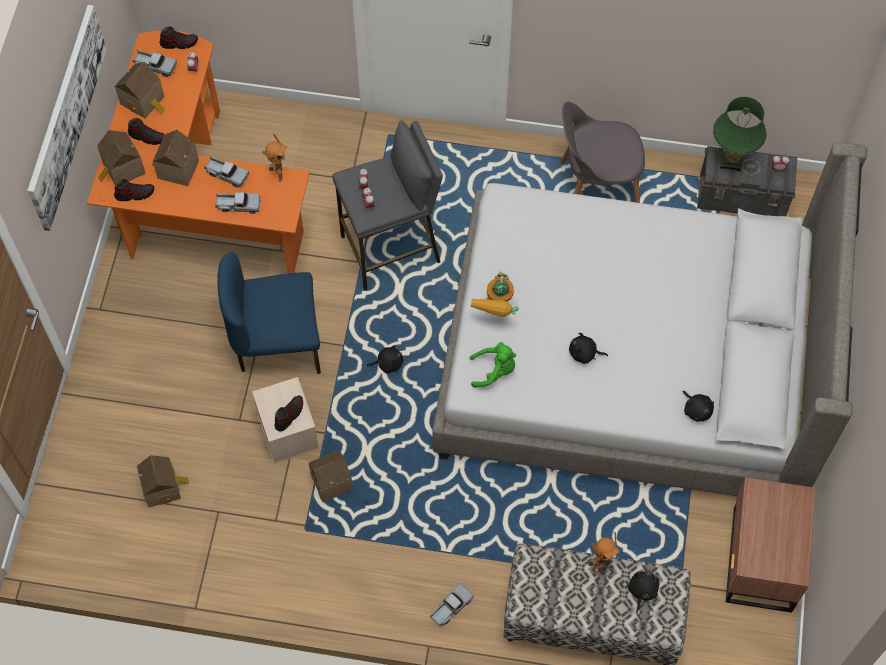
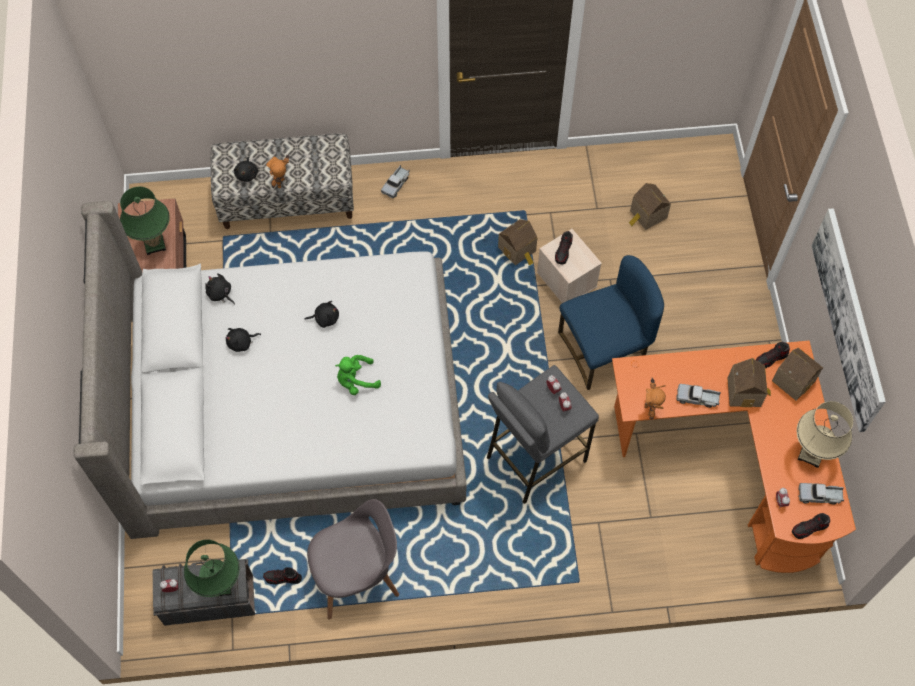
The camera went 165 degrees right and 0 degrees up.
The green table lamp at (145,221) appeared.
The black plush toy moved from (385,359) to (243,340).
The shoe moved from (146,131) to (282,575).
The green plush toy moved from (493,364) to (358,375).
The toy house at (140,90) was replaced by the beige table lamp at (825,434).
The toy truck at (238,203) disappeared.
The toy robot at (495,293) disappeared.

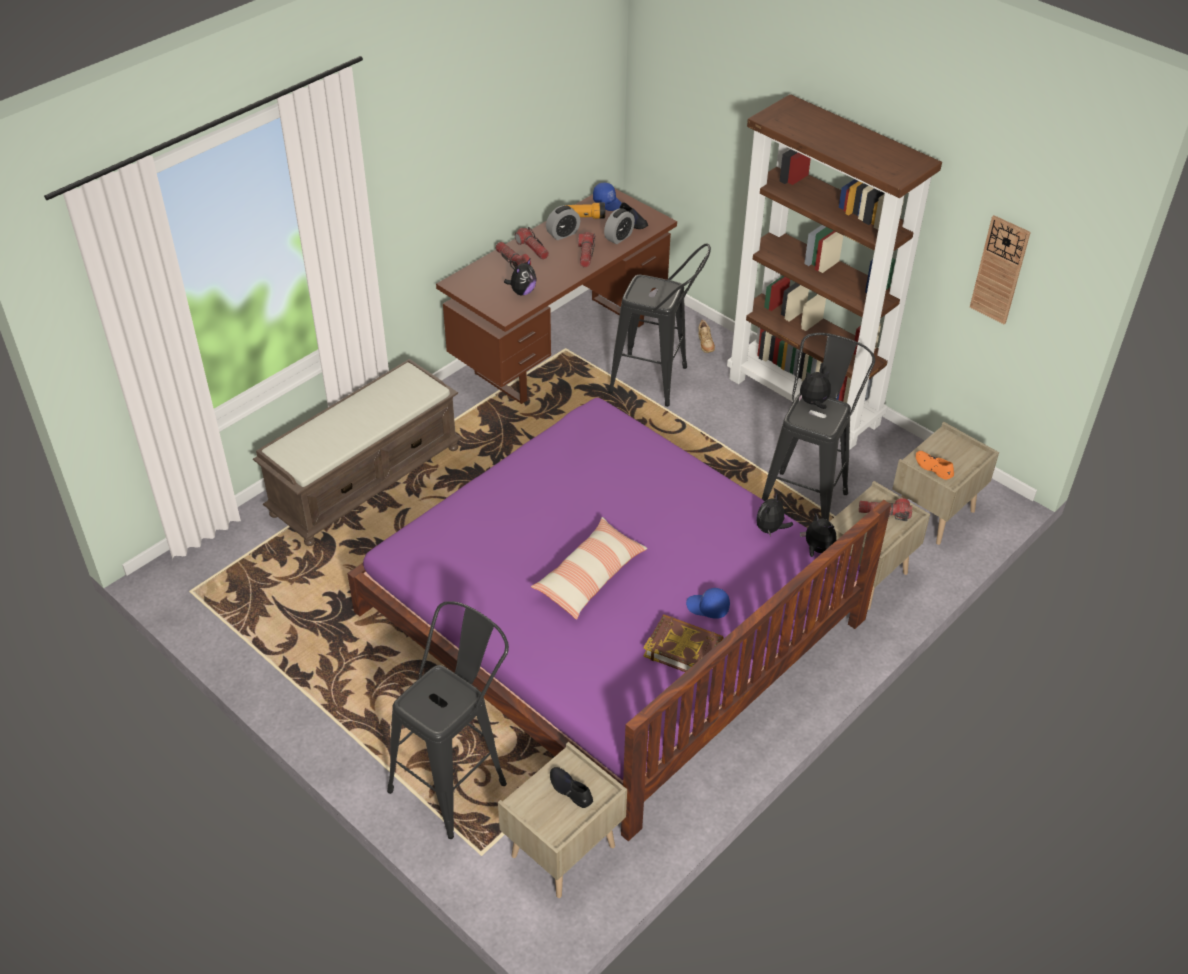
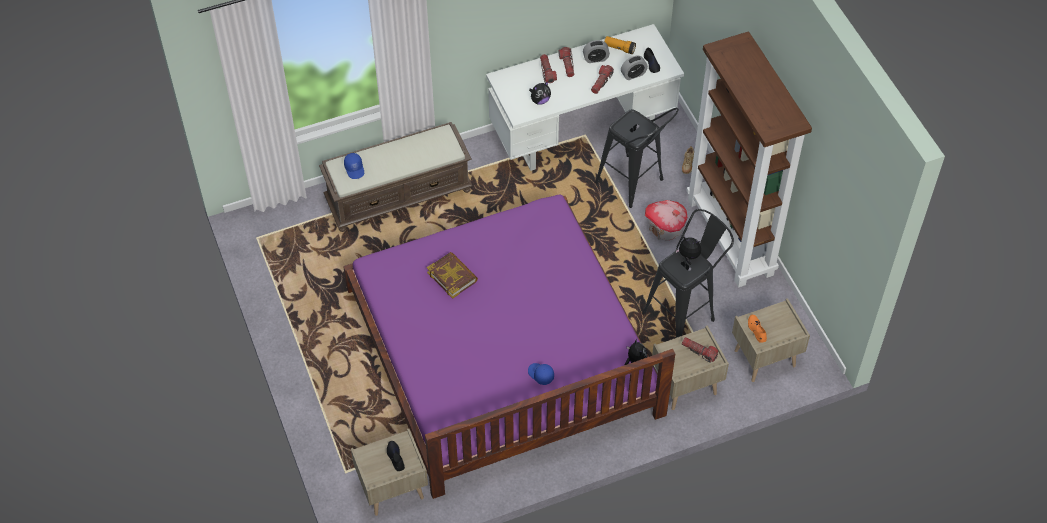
The camera went 25 degrees right and 10 degrees up.
The blue cap moved from (607,197) to (354,166).
The book moved from (683,643) to (452,275).
The brown desk at (556,296) became the white desk at (585,97).
The toy house at (666,220) appeared.
The black stool at (448,720) disappeared.
The pillow at (589,568) disappeared.
The plush toy at (774,514) disappeared.
The wall clock at (1000,269) disappeared.

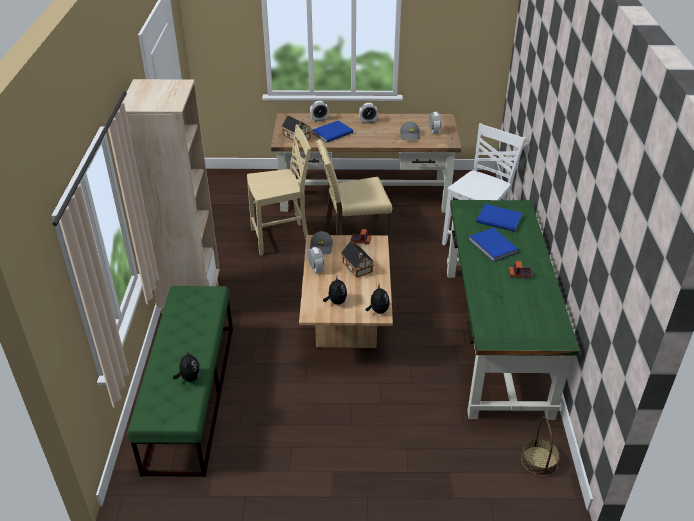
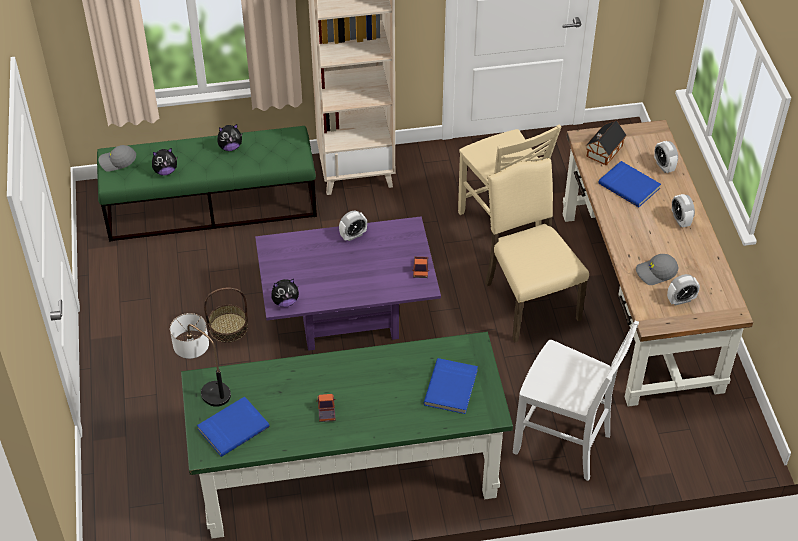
The camera went 80 degrees right and 10 degrees up.
The grey cap moved from (321,242) to (117,158).
The table lamp at (200,360) appeared.
The blue book moved from (494,245) to (233,426).
The basket moved from (540,446) to (226,315).
The plush toy moved from (335,291) to (229,137).
The beige coffee table at (346,291) became the purple coffee table at (348,283).
The toy house at (358,260) disappeared.

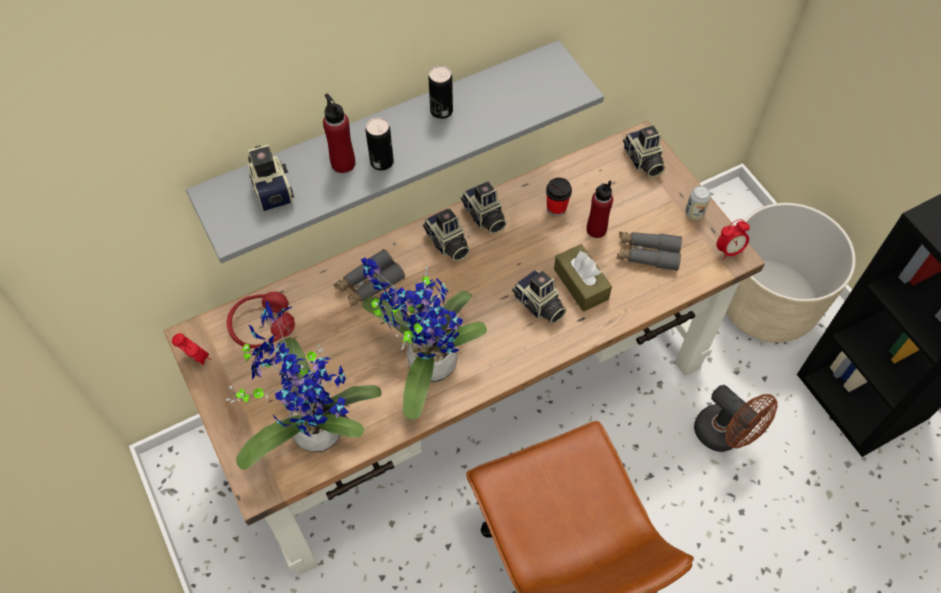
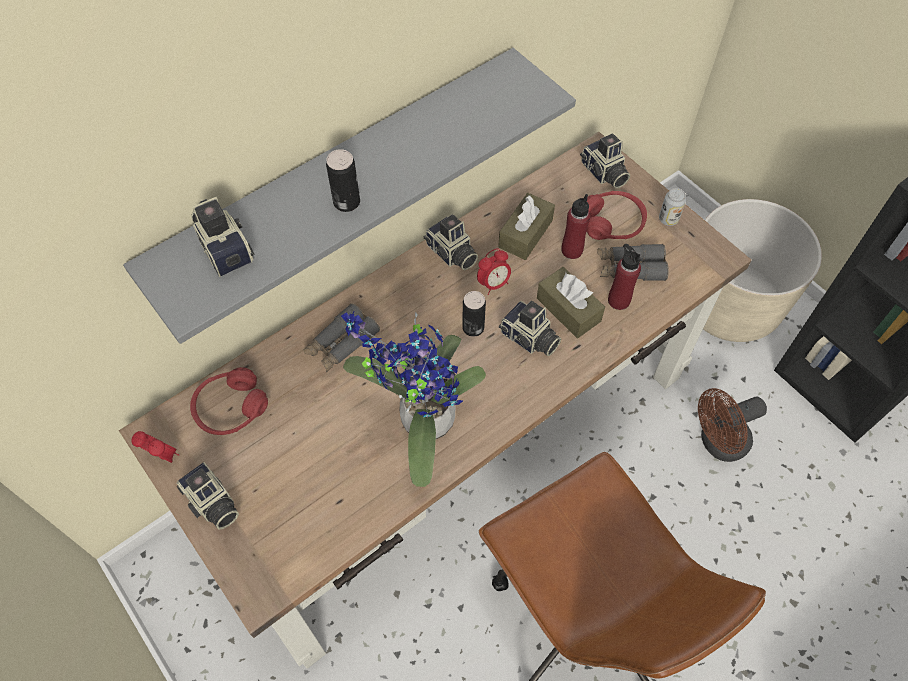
The camera went 10 degrees left and 0 degrees up.
The photo camera moved from (446,234) to (207,495).
The can moved from (440,92) to (474,314).
The alarm clock moved from (733,239) to (494,271).
The cup at (559,196) was replaced by the brown tissue box at (526,226).
The red headphones at (616,215) appeared.
The red bottle moved from (339,133) to (624,277).
The brown fan at (736,418) turned 120 degrees clockwise.
The potted plant at (304,385) disappeared.

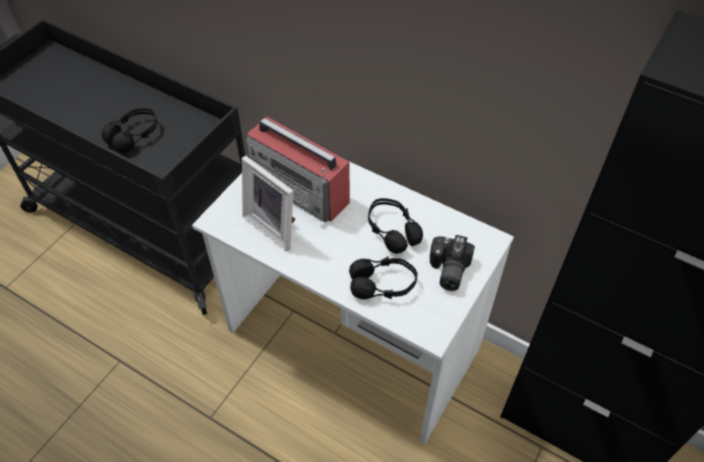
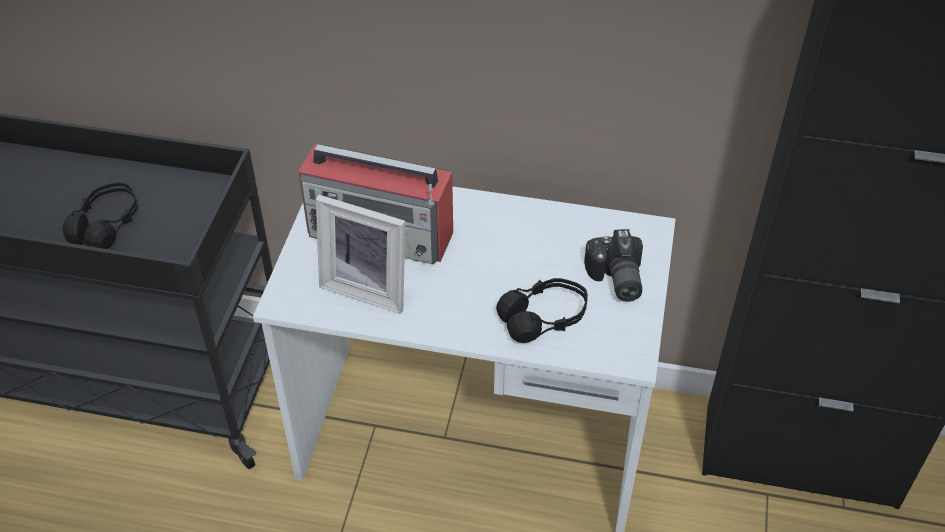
The camera went 20 degrees left and 5 degrees down.
The black headphones at (395,226) disappeared.

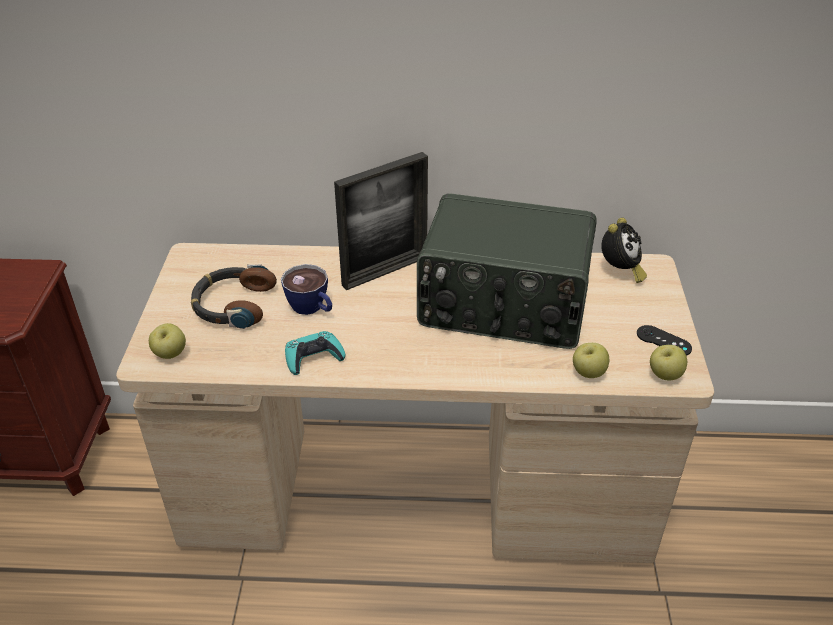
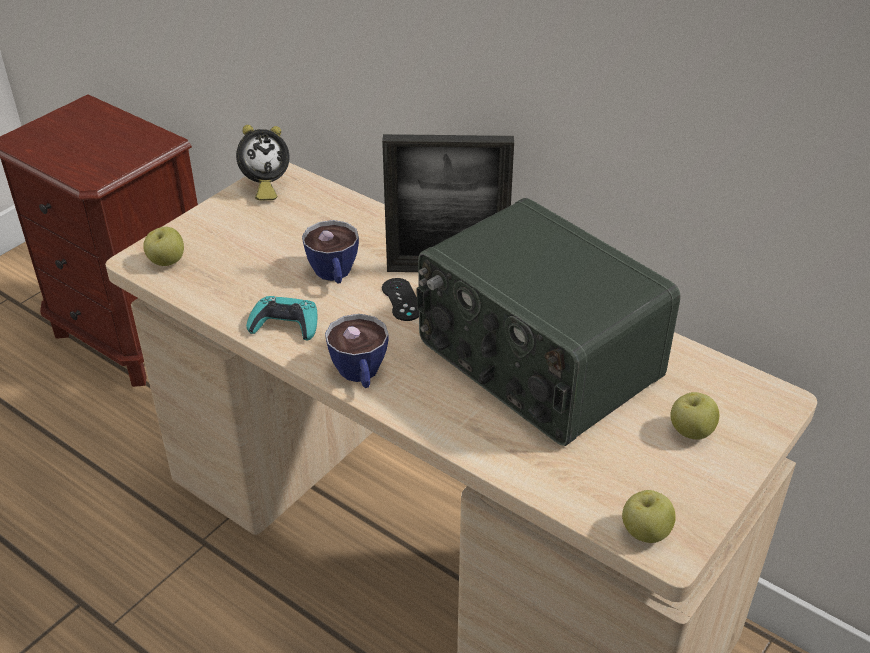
The camera went 35 degrees right and 0 degrees up.
The alarm clock moved from (624,250) to (262,162).
The cup at (357,351) appeared.
The black game controller moved from (664,340) to (400,299).
The apple moved from (591,360) to (694,416).
The headphones at (234,296) disappeared.

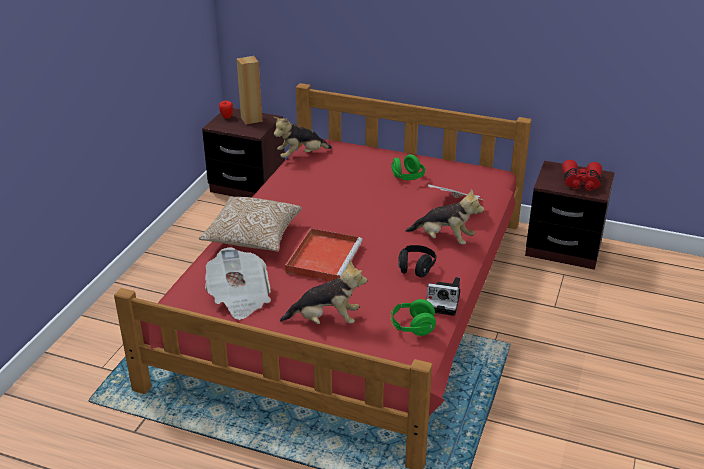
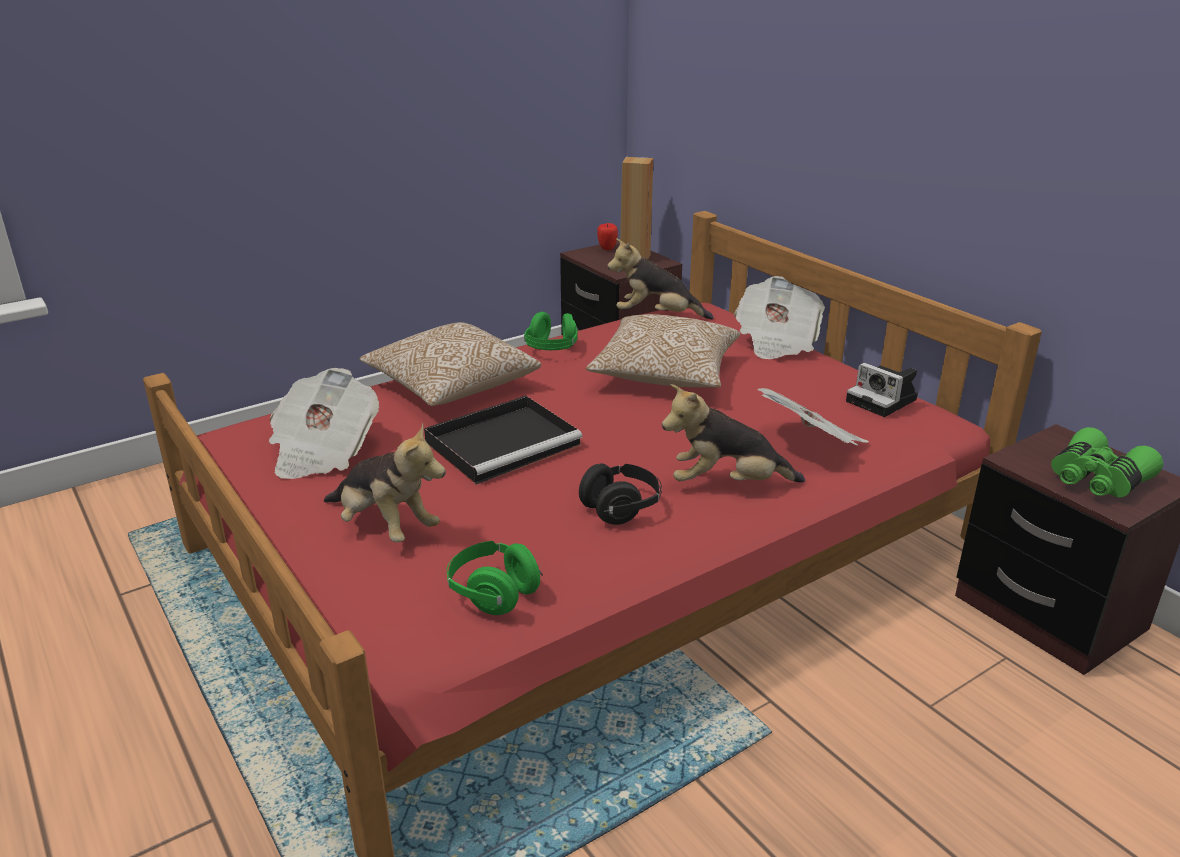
The camera went 35 degrees right and 5 degrees down.
The red tray at (324,255) became the black tray at (503,440).
The green headphones moved from (408,167) to (551,331).
The pillow at (663,350) appeared.
The plush toy at (444,216) turned 120 degrees clockwise.
The newspaper at (779,317) appeared.
The photo camera moved from (443,296) to (882,390).
The red binoculars at (582,175) became the green binoculars at (1107,462).

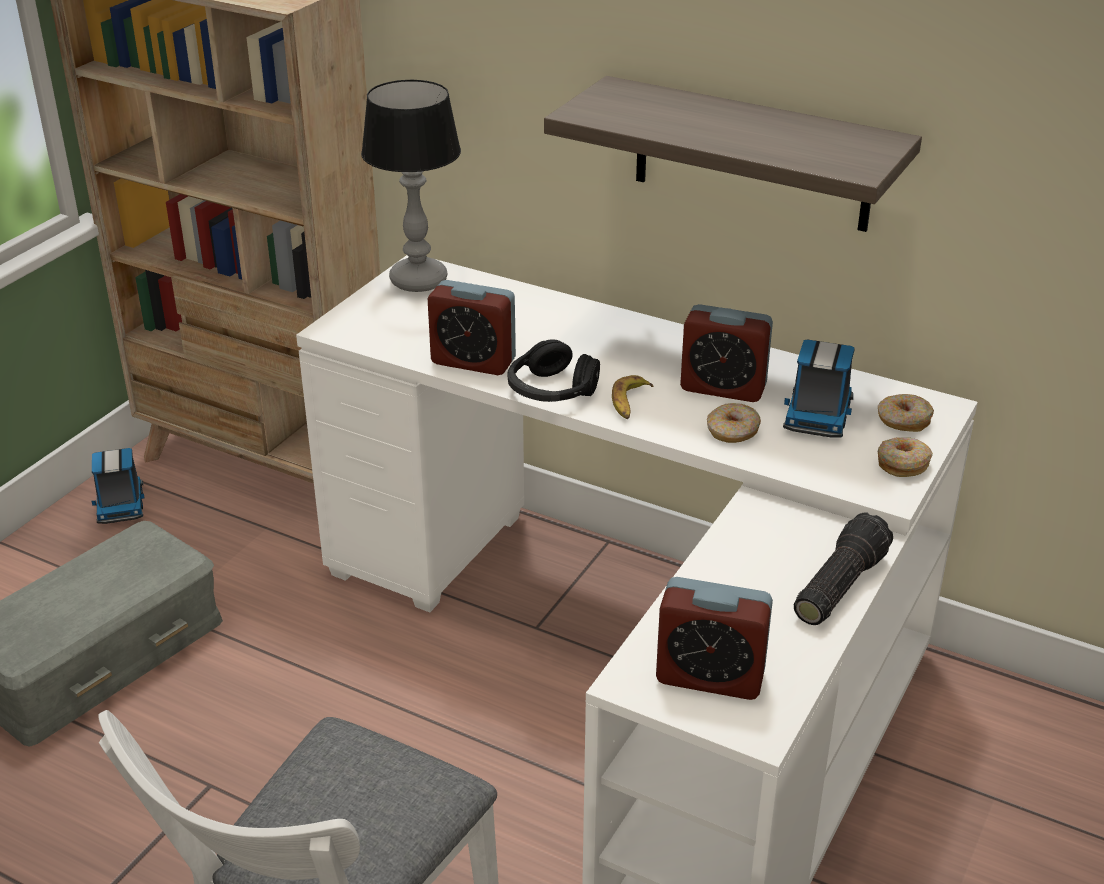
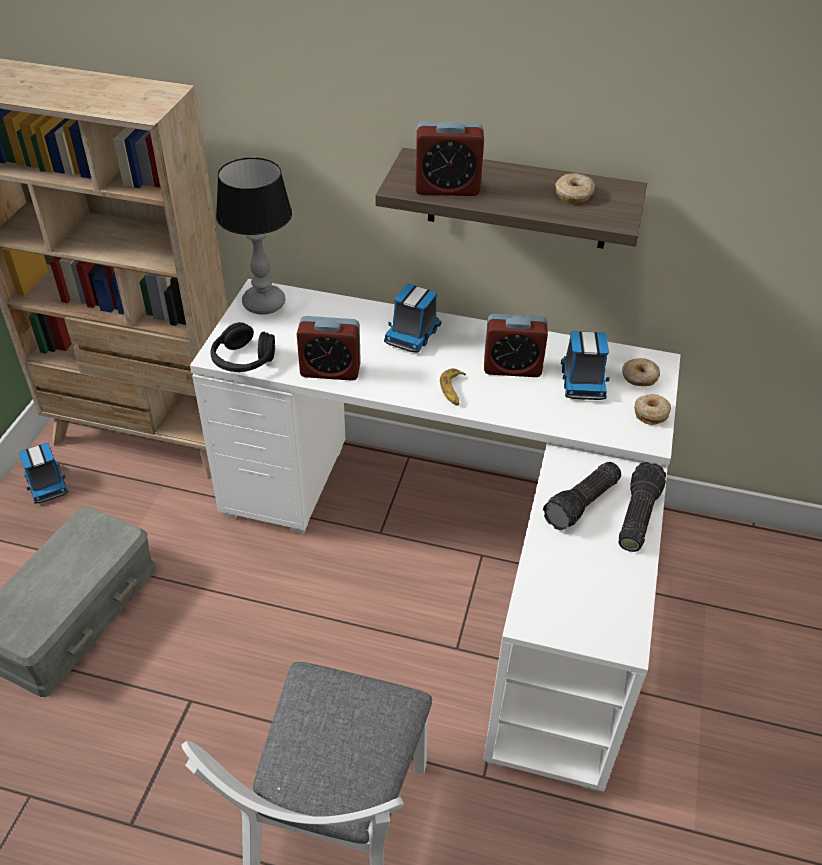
The camera went 15 degrees left and 10 degrees up.
The black headphones moved from (554,370) to (242,347).
The toy truck at (413,318) appeared.
The alarm clock moved from (714,638) to (449,158).
The flashlight at (582,496) appeared.
The donut moved from (734,423) to (575,188).

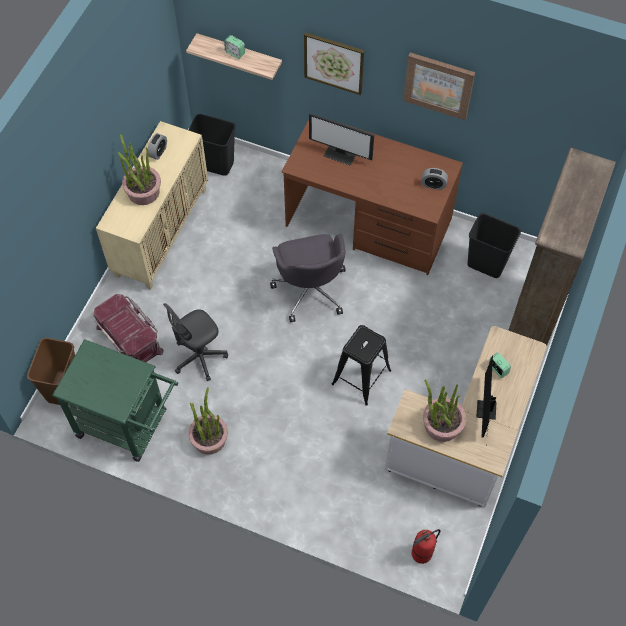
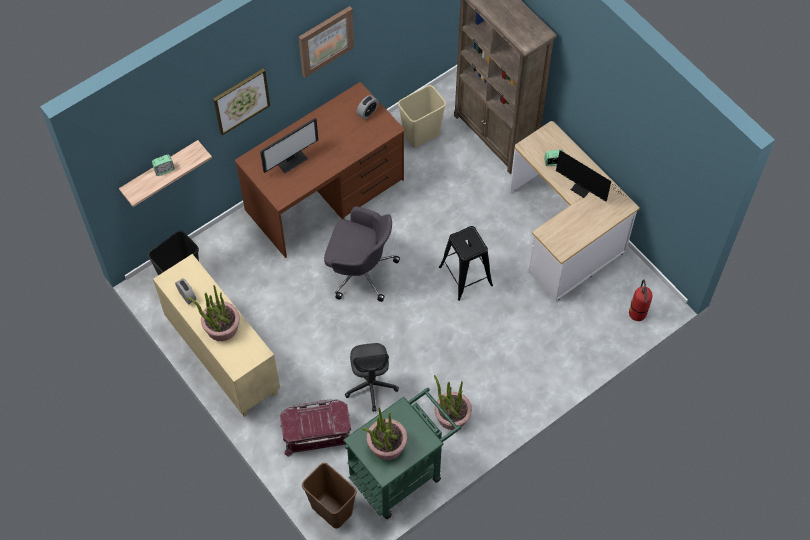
The camera went 60 degrees left and 0 degrees up.
The potted plant moved from (444,410) to (384,433).
The black trash can at (494,245) became the beige trash can at (422,116).

